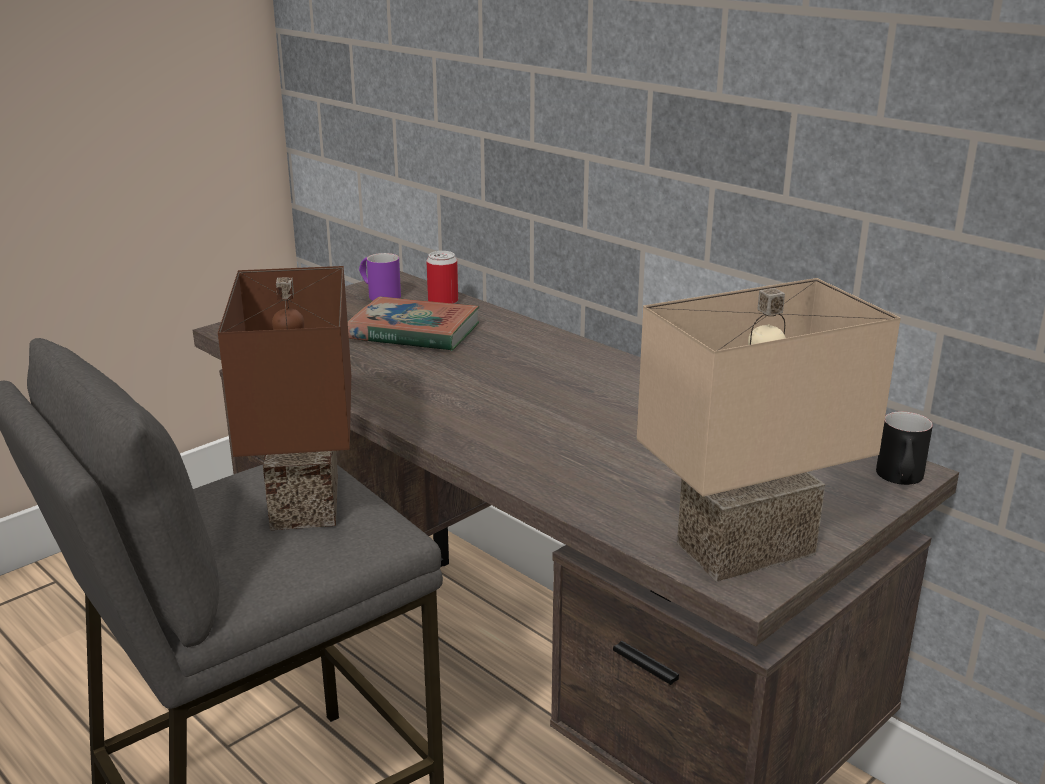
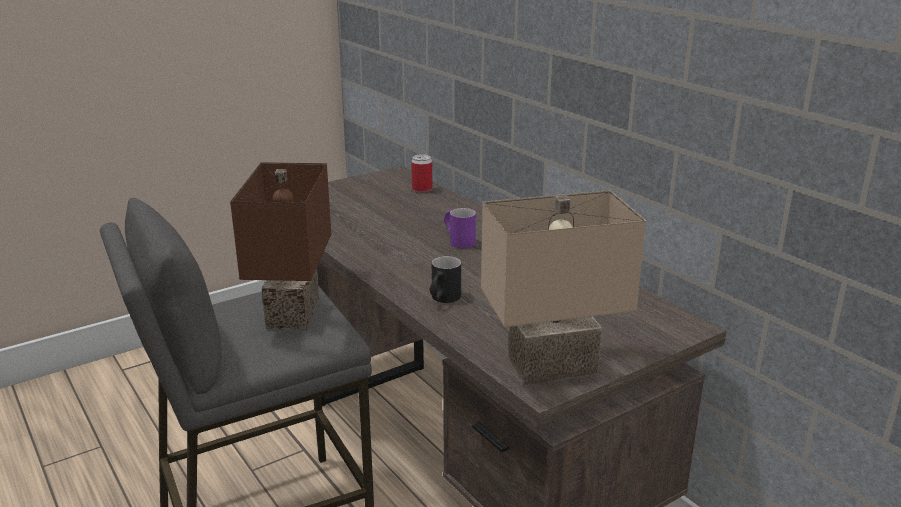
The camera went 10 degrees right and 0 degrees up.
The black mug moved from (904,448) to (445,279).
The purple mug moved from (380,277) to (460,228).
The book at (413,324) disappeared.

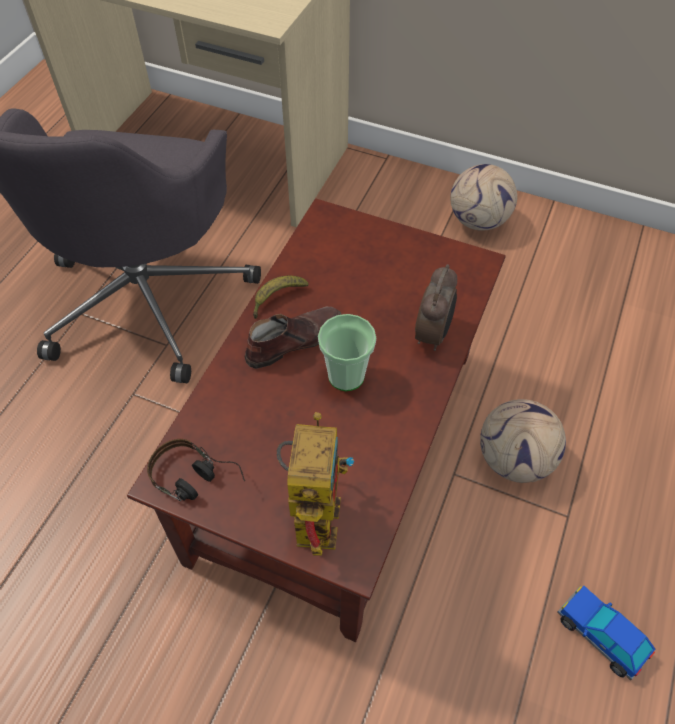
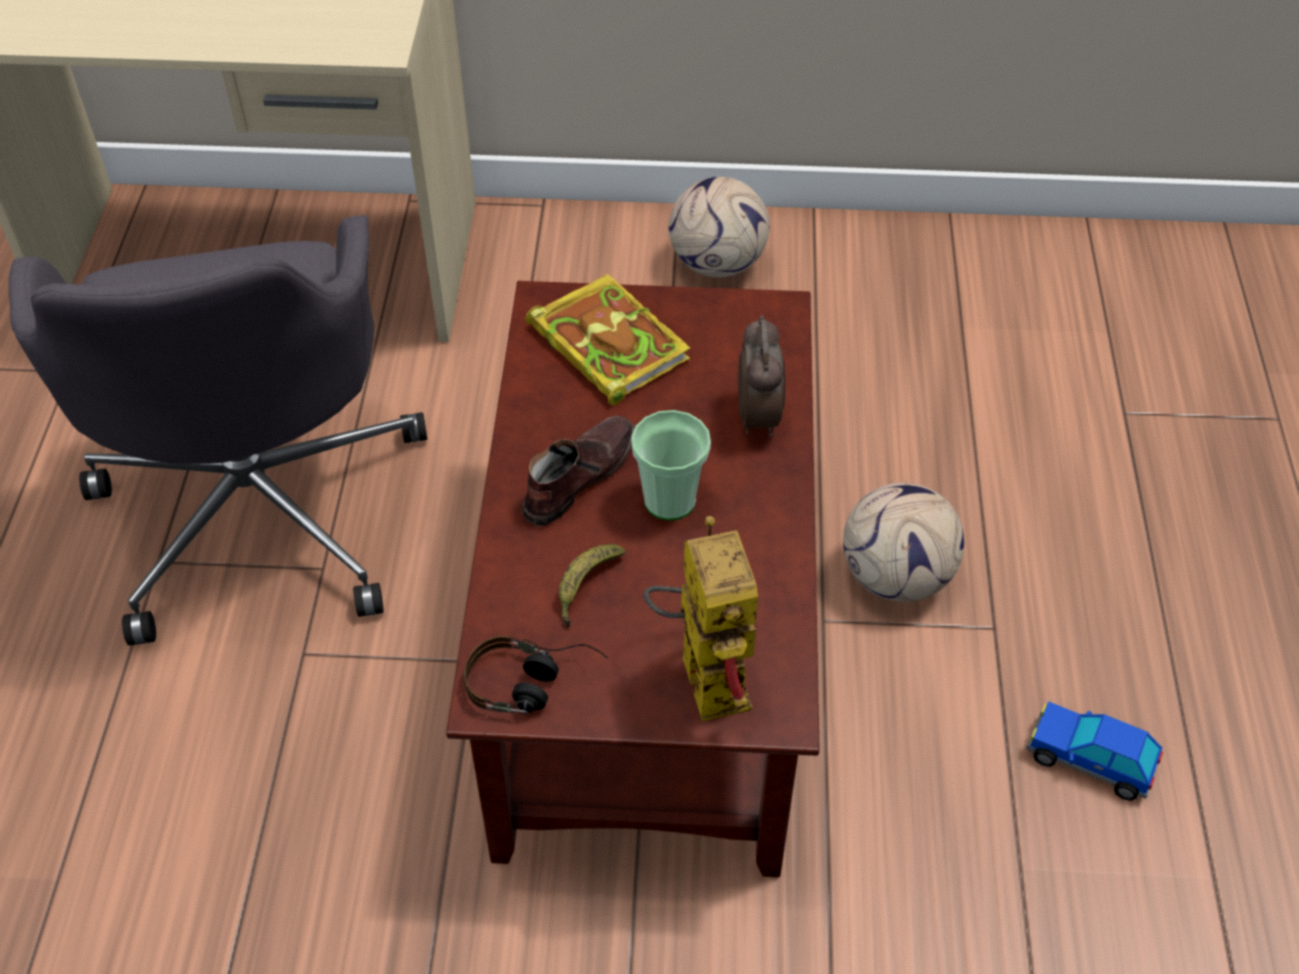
The camera went 20 degrees left and 5 degrees down.
The book at (607,339) appeared.
The banana moved from (281,297) to (592,585).

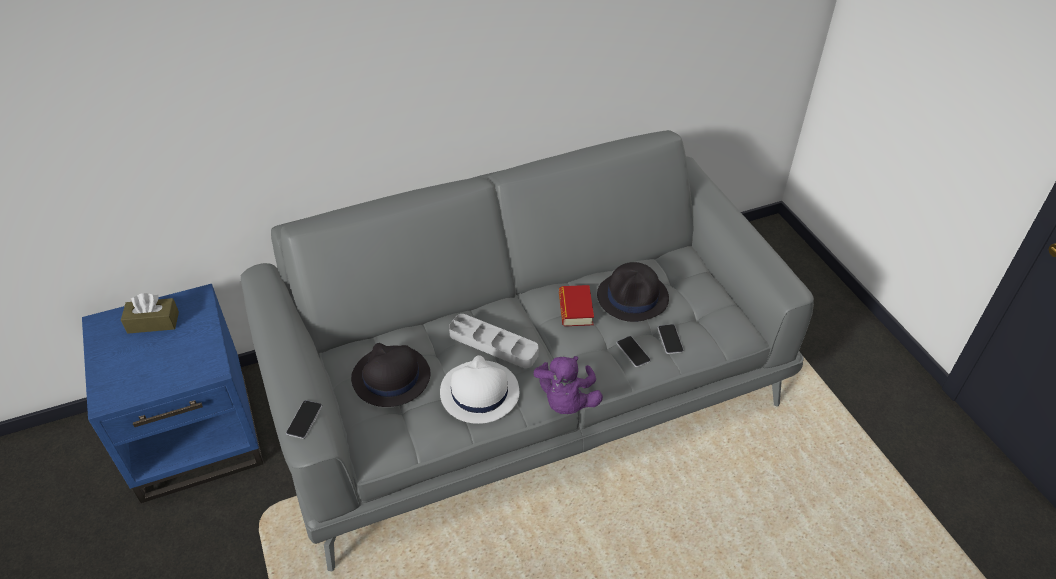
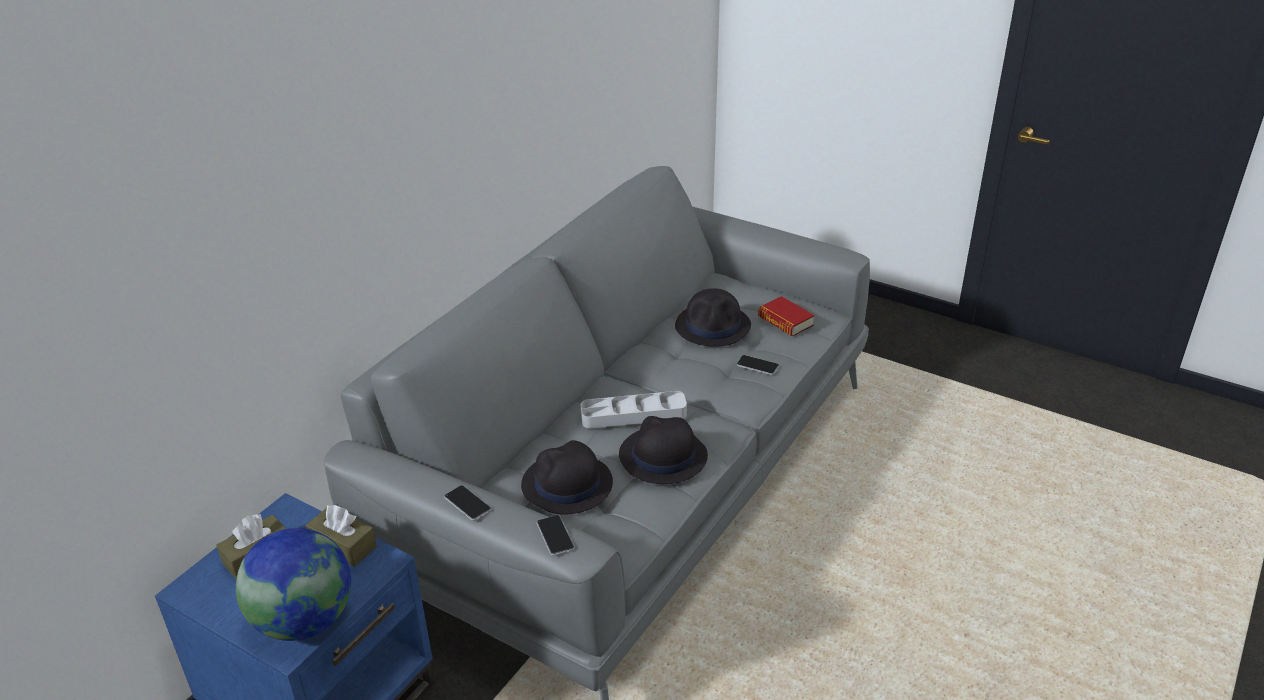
The camera went 35 degrees left and 10 degrees down.
The globe at (293,584) appeared.
The brown tissue box at (341,536) appeared.
The phone moved from (671,339) to (467,503).
The white hat at (479,389) became the black hat at (663,450).
The book moved from (576,305) to (786,316).
The purple plush toy at (568,385) disappeared.

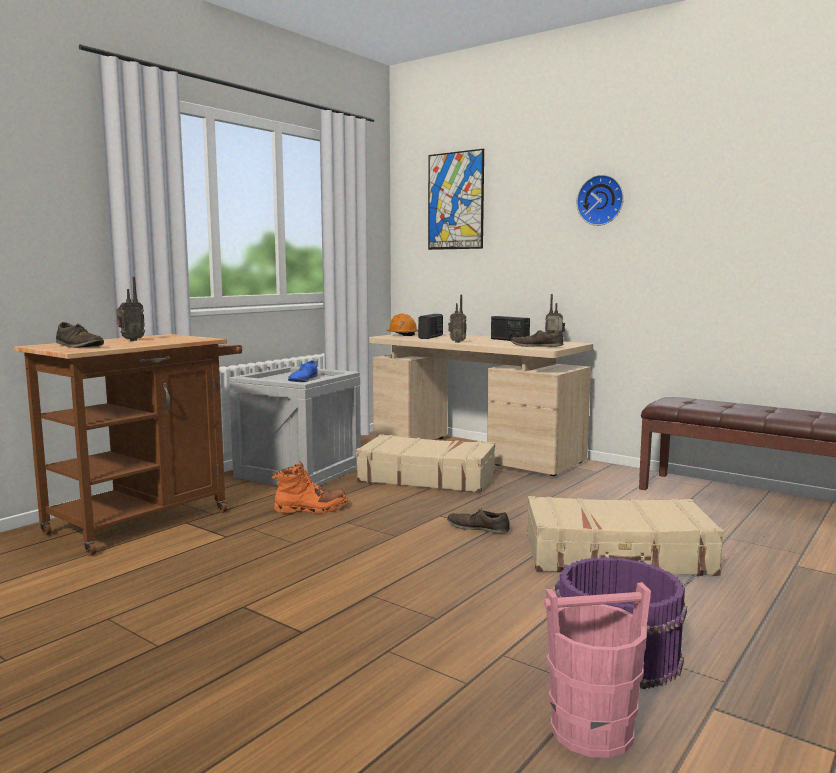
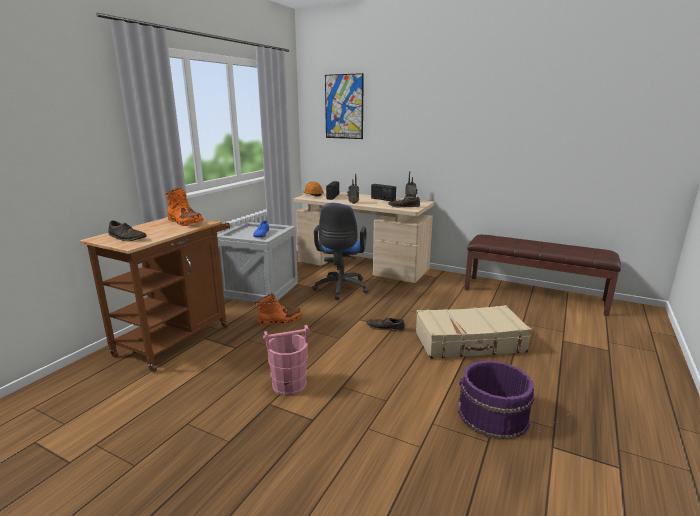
The camera went 10 degrees left and 10 degrees up.
The orange boot at (184,207) appeared.
The pink bucket moved from (597,670) to (286,360).
The beige suitcase at (425,463) was replaced by the blue office chair at (341,251).
The radio at (130,309) disappeared.
The wall clock at (600,200) disappeared.

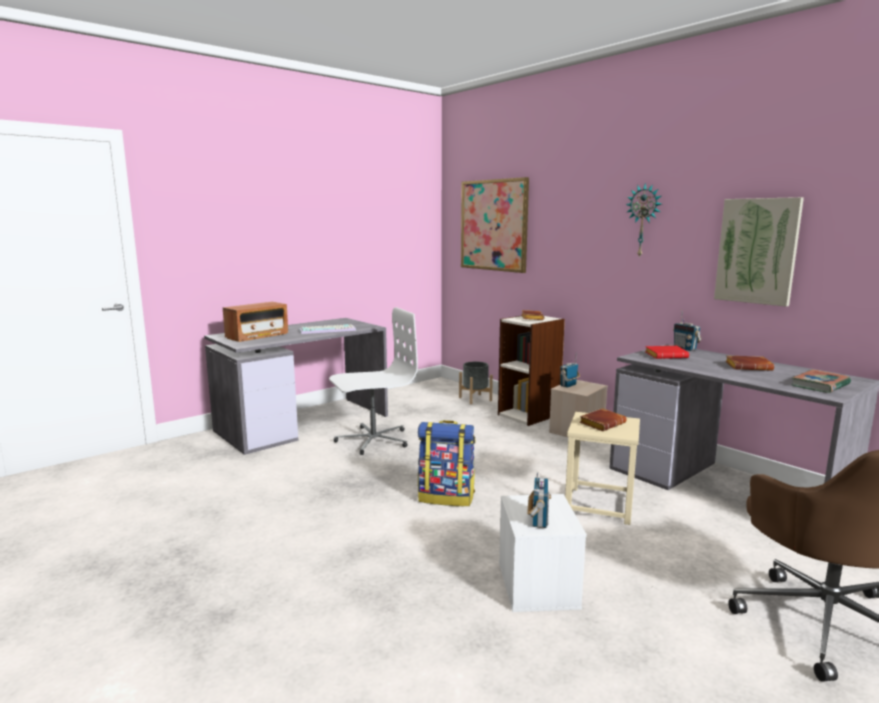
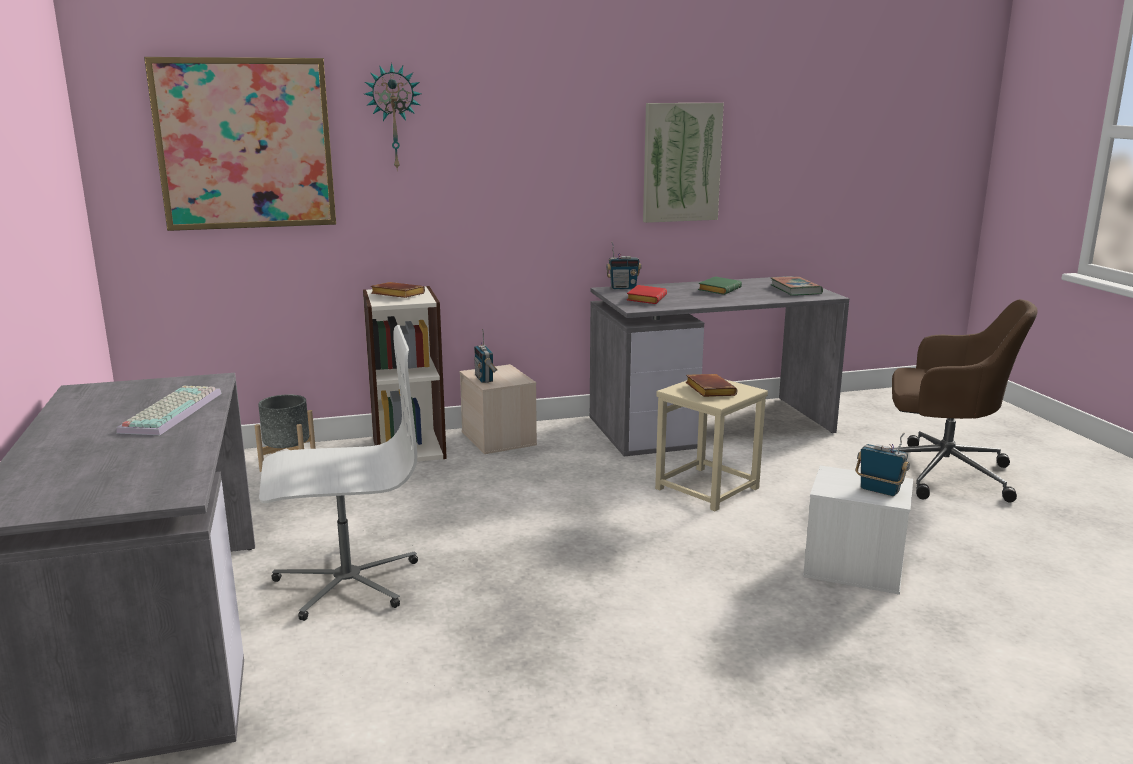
The camera went 65 degrees left and 5 degrees up.
The white office chair at (373,381) turned 75 degrees clockwise.
The wall clock moved from (643,220) to (393,117).
The brown book at (749,363) became the green book at (720,285).
The radio at (255,322) disappeared.
The backpack at (447,463) disappeared.

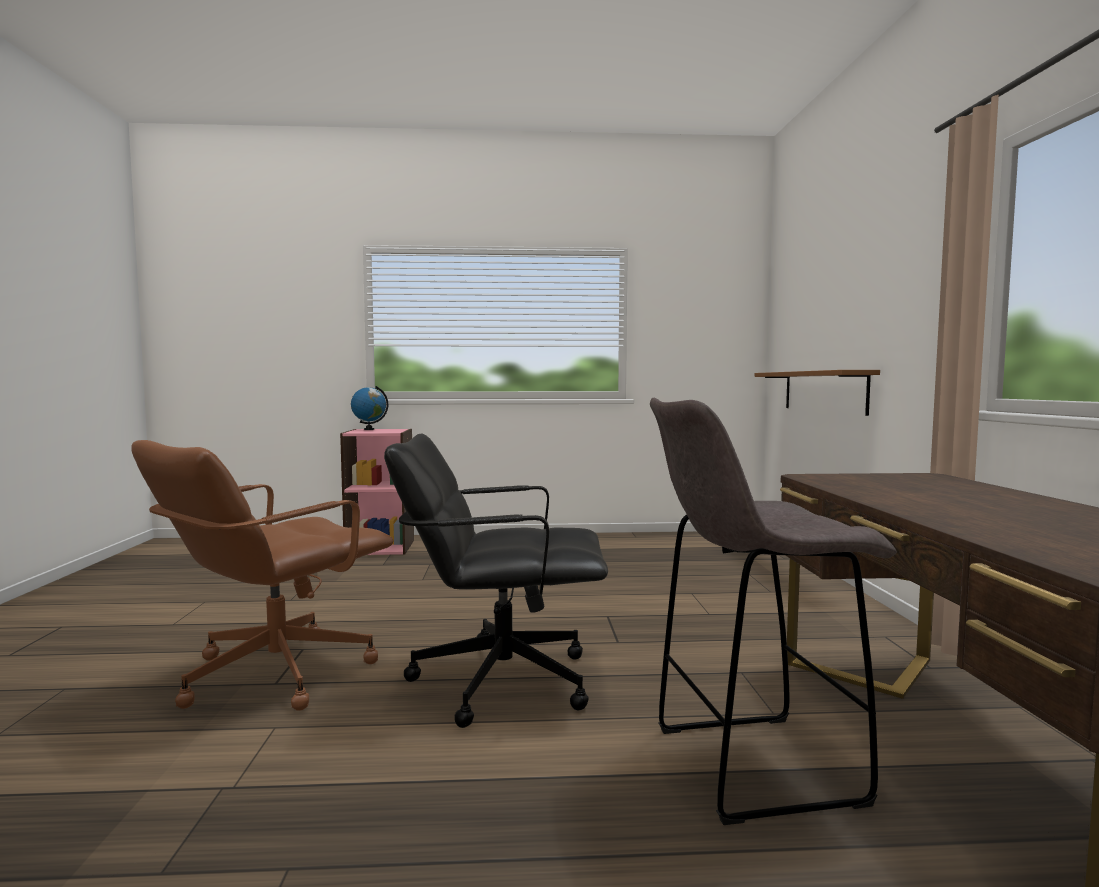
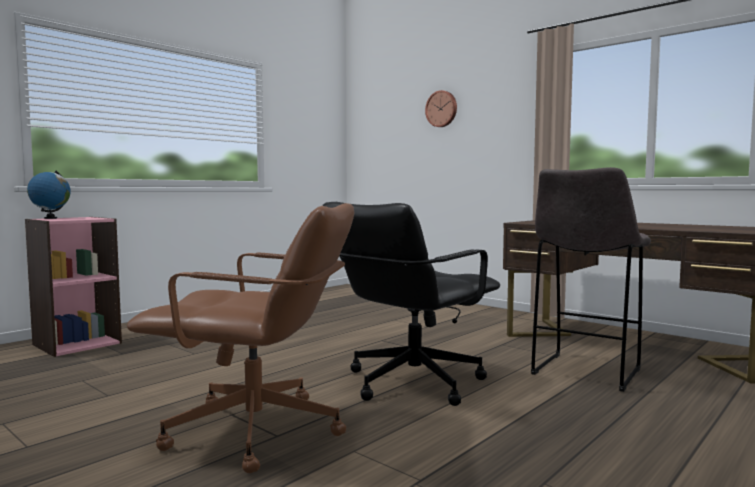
The camera went 45 degrees left and 0 degrees up.
The brown office chair at (262,575) turned 75 degrees counterclockwise.
The wall clock at (441,108) appeared.
The brown shelf at (817,393) disappeared.

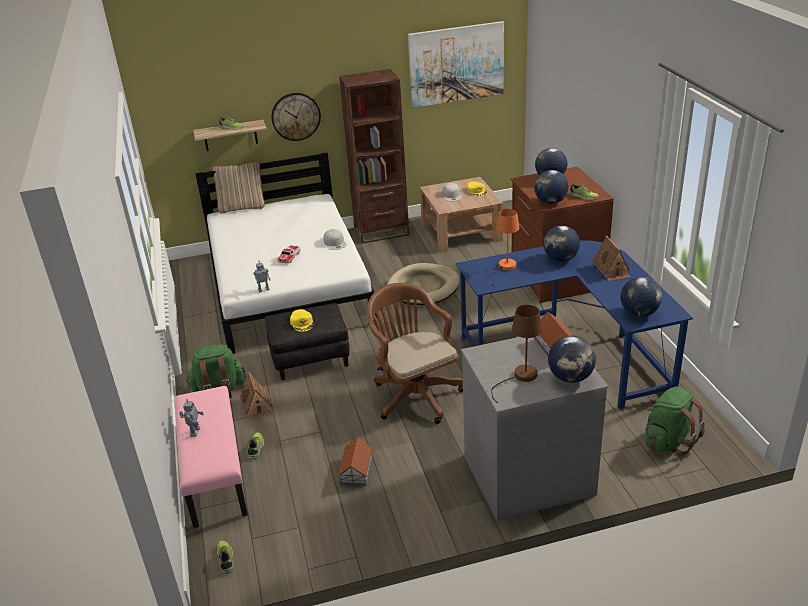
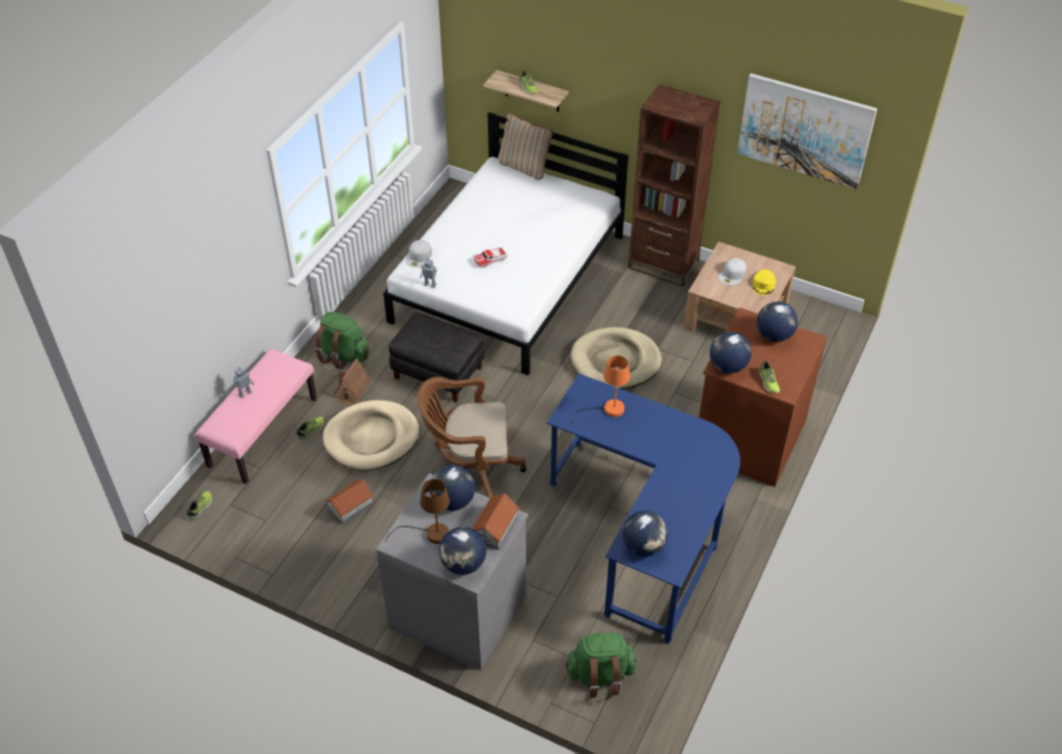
The camera went 40 degrees right and 15 degrees up.
The beige dog bed at (371,435) appeared.
The white cap moved from (335,239) to (418,254).
The brown office chair at (415,353) turned 105 degrees counterclockwise.
The globe moved from (562,244) to (452,488).
The wall clock at (296,117) disappeared.
The yellow cap at (301,320) disappeared.
The toy house at (611,258) disappeared.

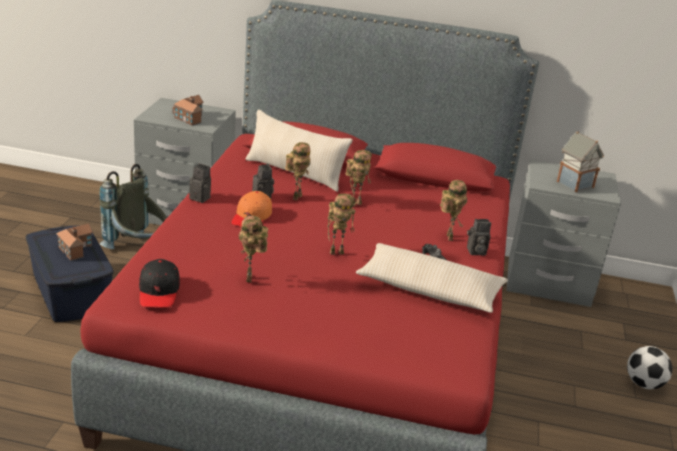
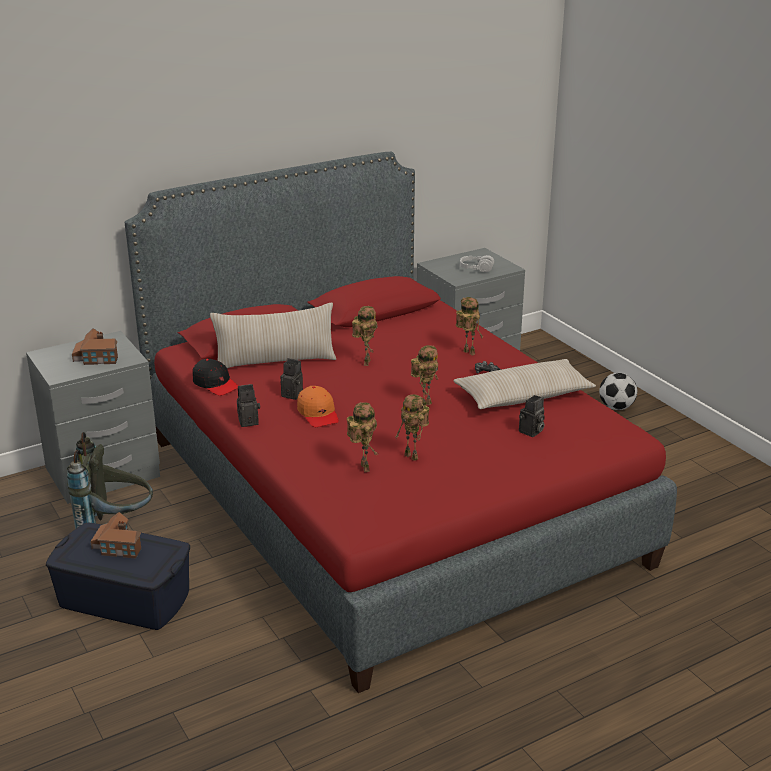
The camera went 40 degrees left and 0 degrees up.
The black cap moved from (159,283) to (215,377).
The toy robot moved from (298,171) to (362,437).
The toy house at (580,161) was replaced by the grey headphones at (477,263).
The photo camera moved from (479,237) to (532,416).

